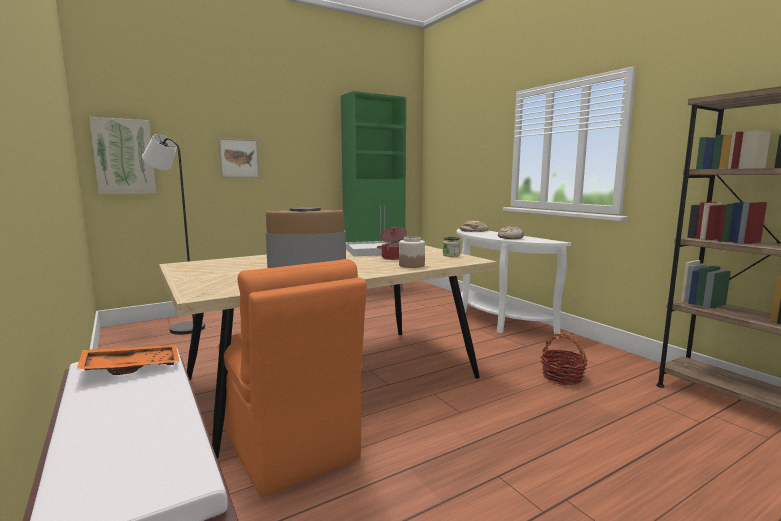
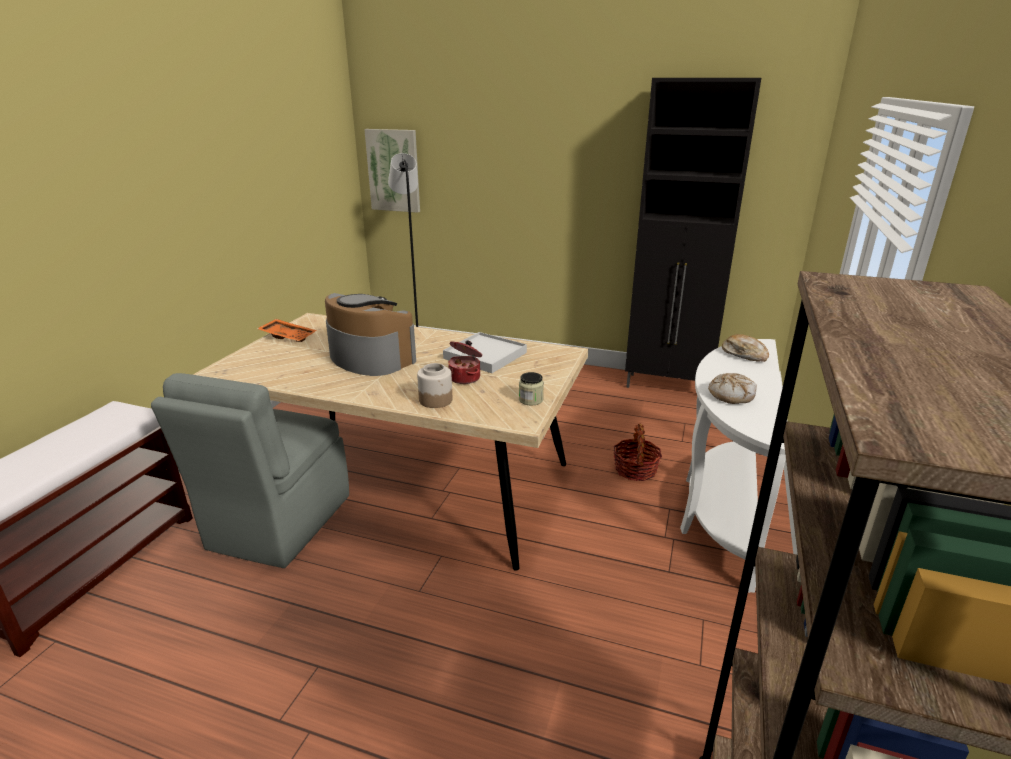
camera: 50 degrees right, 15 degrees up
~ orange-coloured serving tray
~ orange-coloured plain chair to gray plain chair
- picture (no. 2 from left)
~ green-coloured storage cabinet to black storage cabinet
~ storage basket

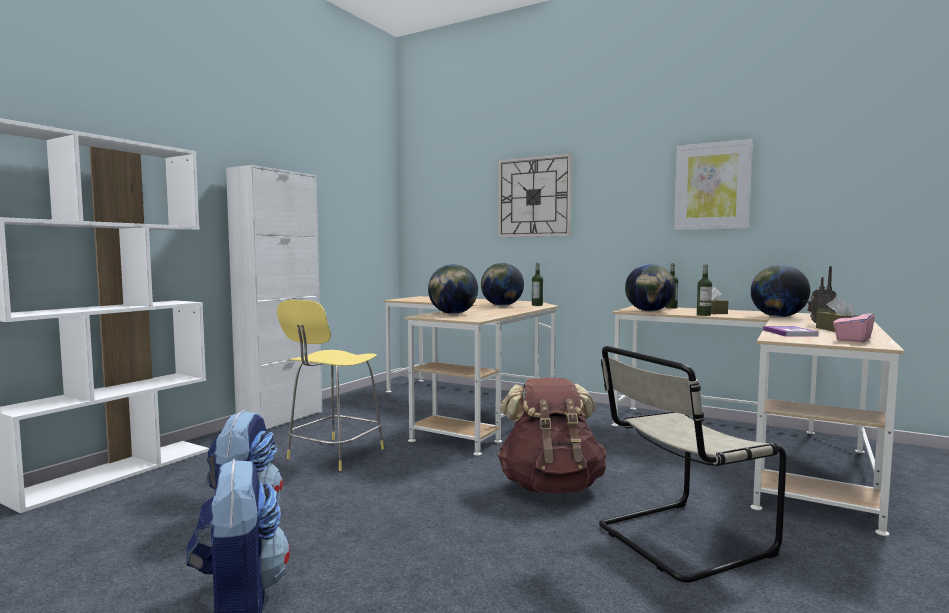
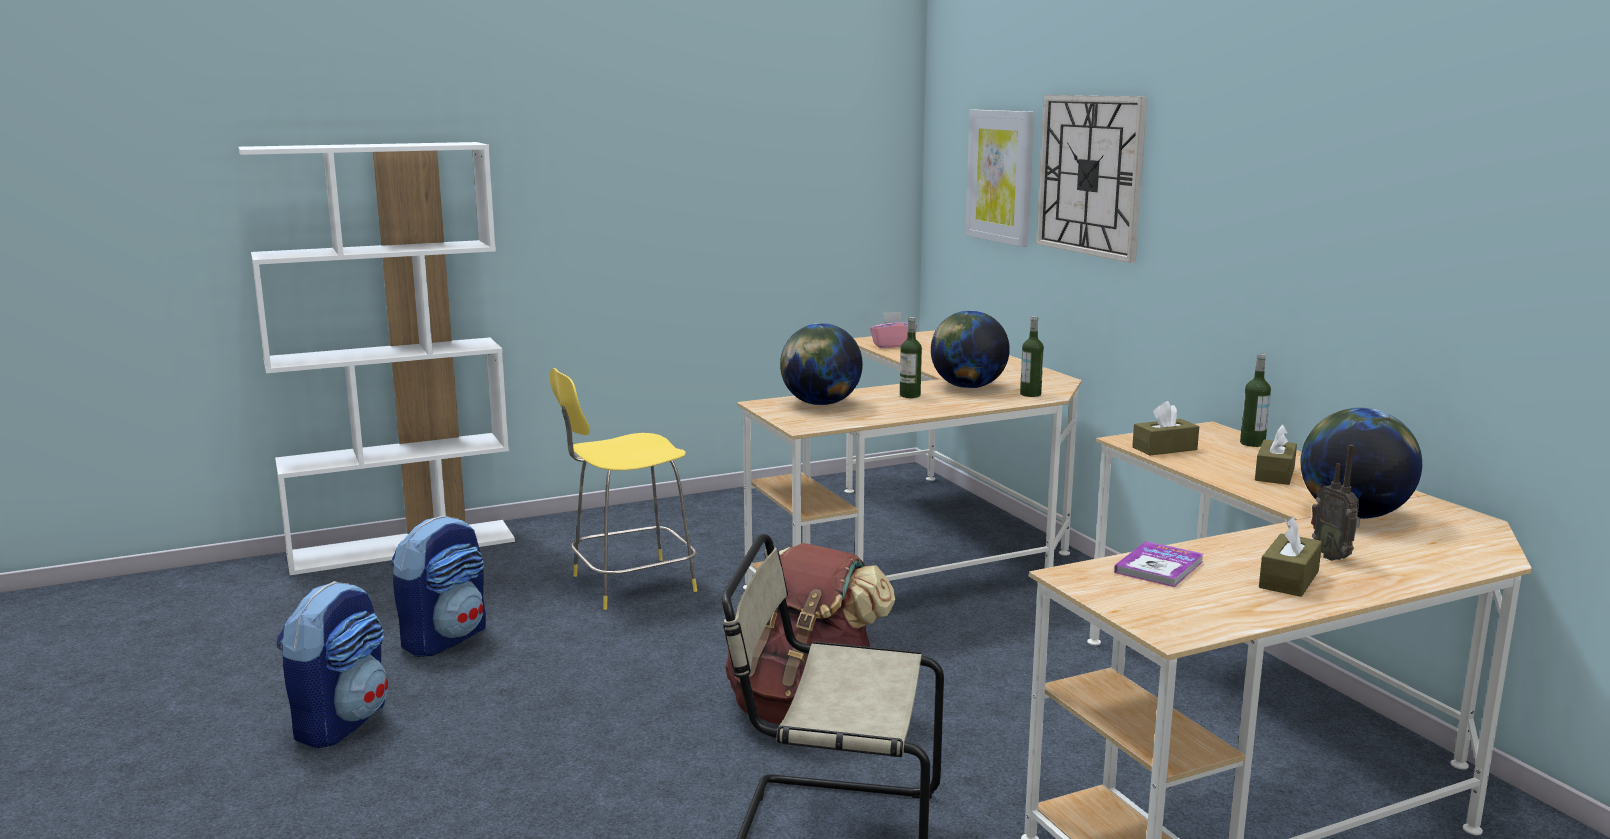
camera: 35 degrees right, 10 degrees up
- whitish storage cabinet
~ world globe (no. 3 from left) to brown box of tissues (no. 1 from left)
~ picture
~ beverage bottle (no. 3 from left in the first image) to beverage bottle (no. 1 from left)
~ pink-coloured box of tissues

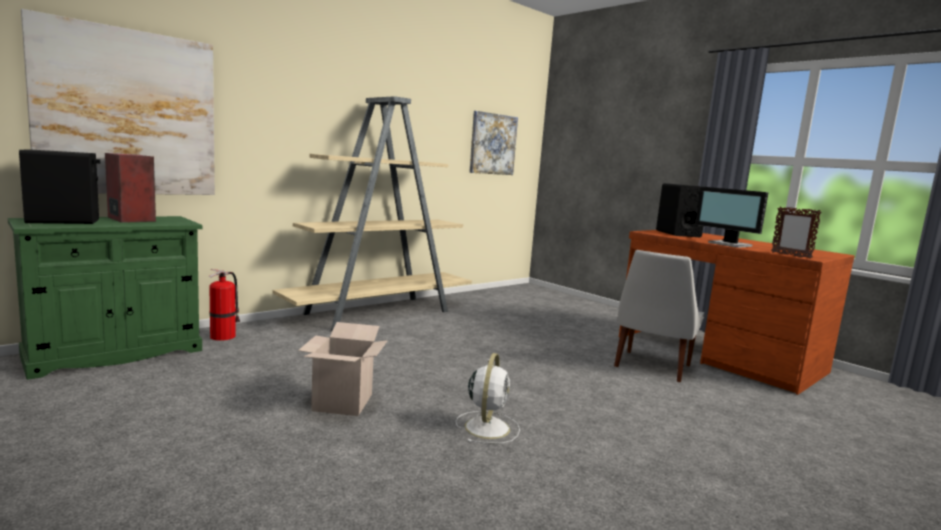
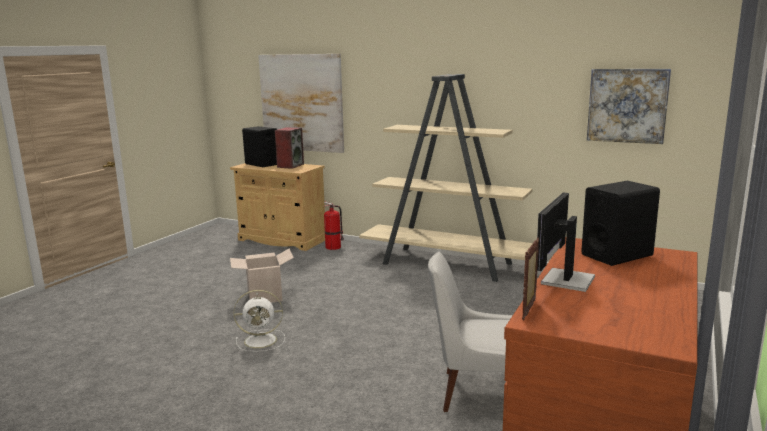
camera: 70 degrees right, 5 degrees up
~ green-coloured storage cabinet to beige storage cabinet

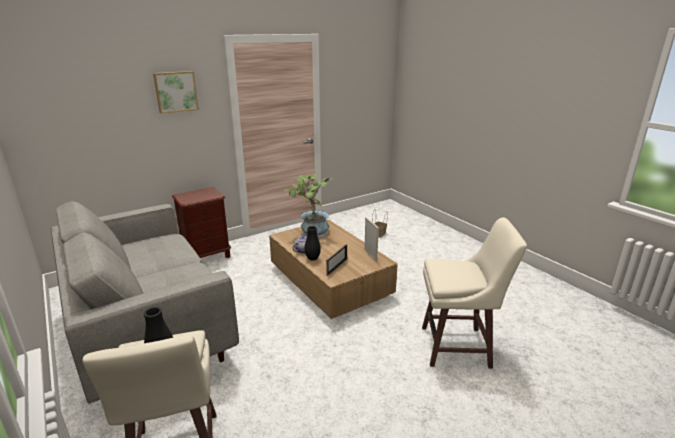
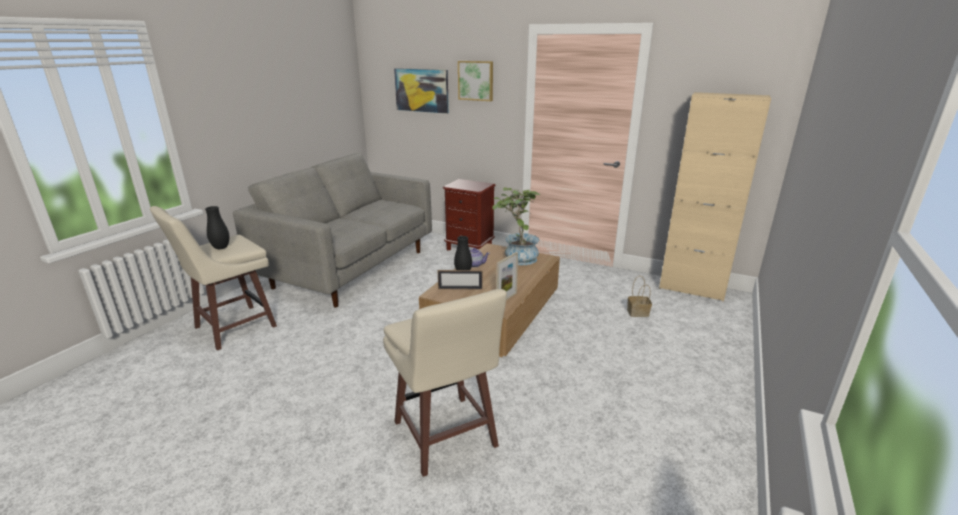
camera: 60 degrees right, 0 degrees up
+ picture (no. 1 from left)
+ beige storage cabinet

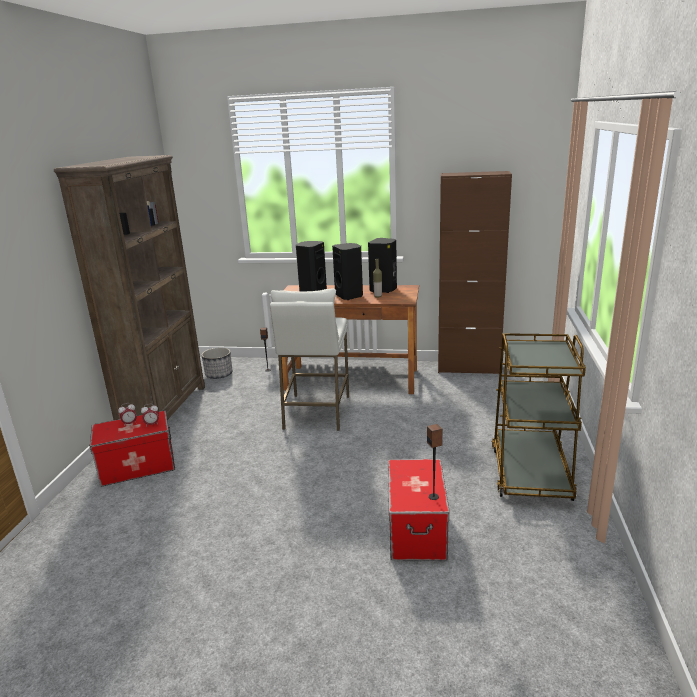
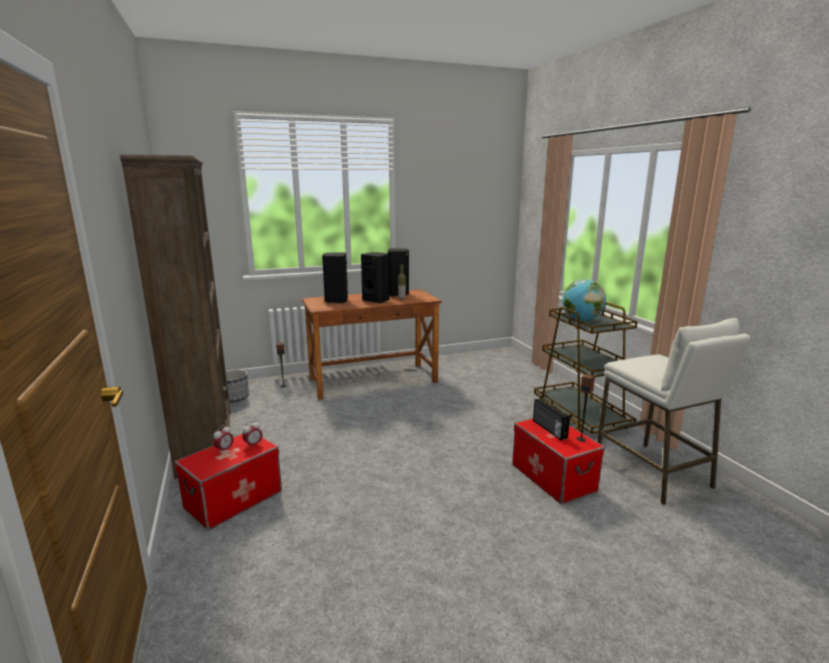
camera: 30 degrees left, 5 degrees down
~ whitish sitting stool
- brown storage cabinet
+ radio set
+ world globe

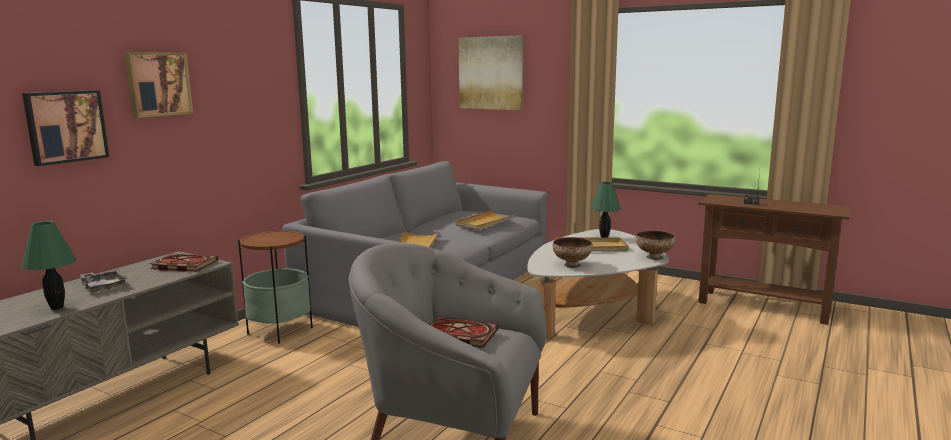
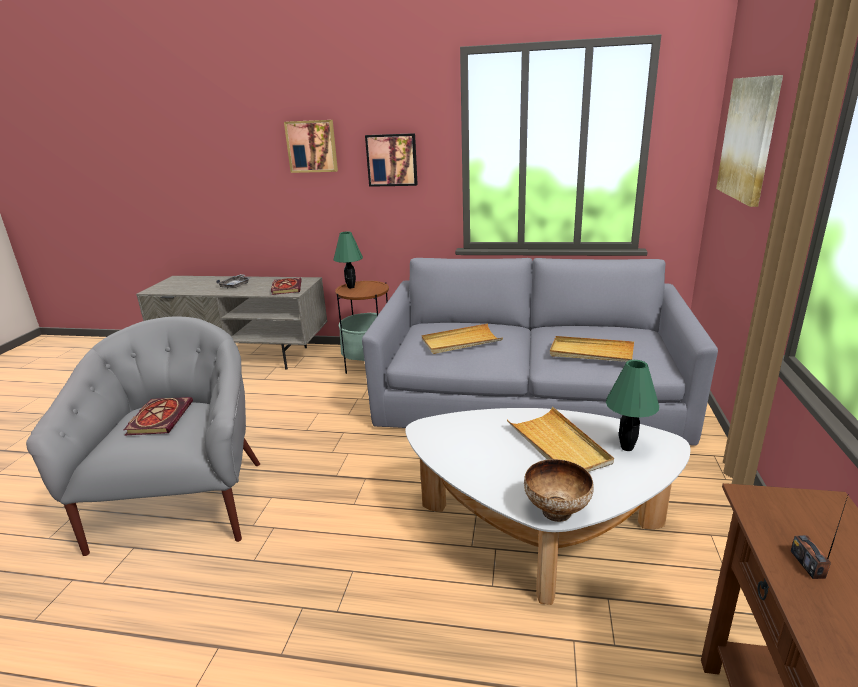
camera: 70 degrees right, 10 degrees up
~ green-coloured tabletop lamp (no. 1 from left)
~ picture (no. 1 from left in the first image) to picture (no. 2 from left)
- deep dish (no. 1 from left)

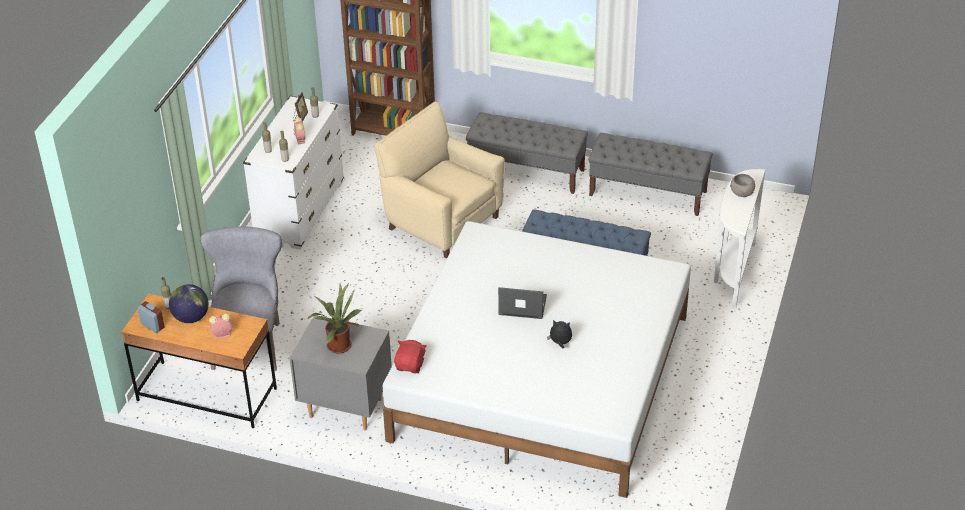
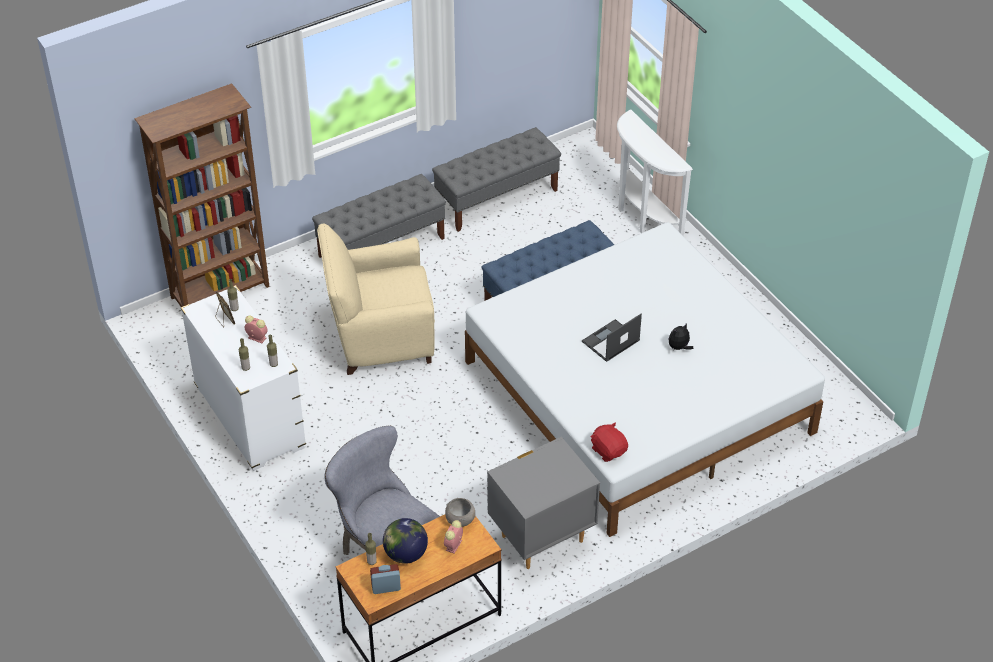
camera: 50 degrees left, 5 degrees up
- plant in a pot
~ gray deep dish

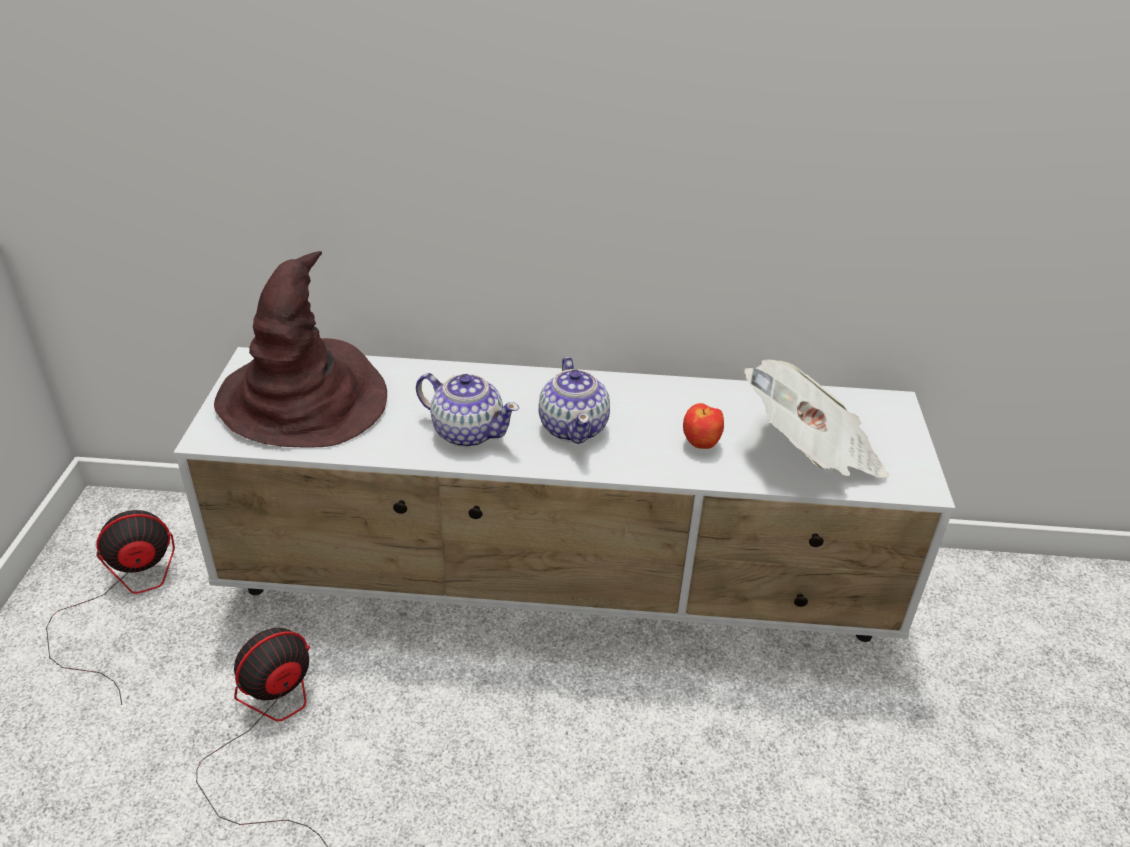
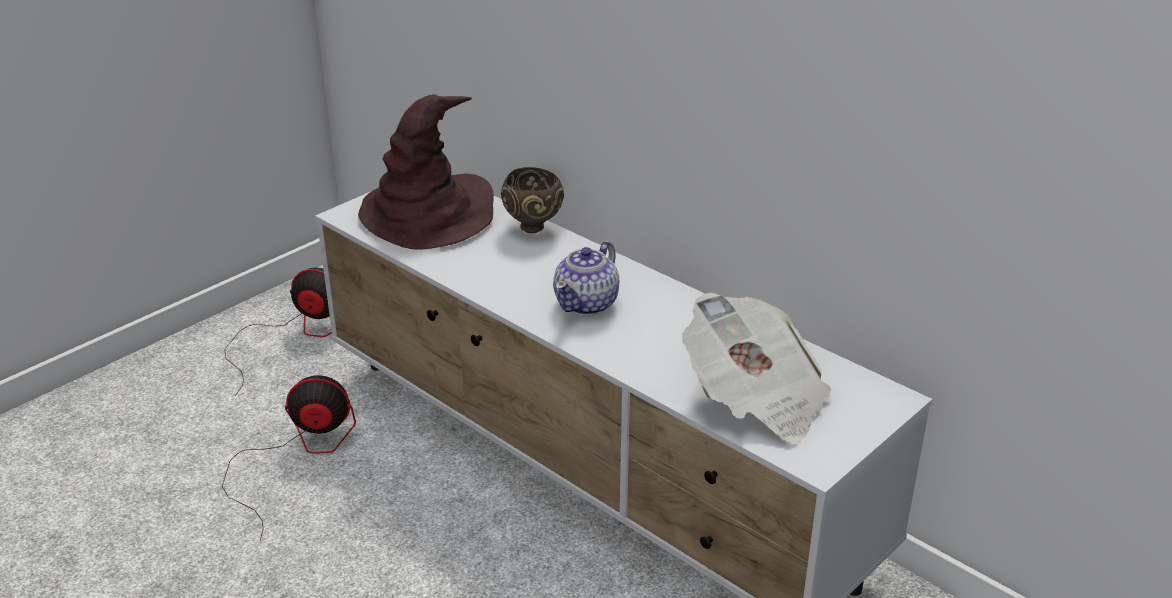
camera: 40 degrees right, 5 degrees down
- tea pot (no. 1 from left)
- whole apple
+ brown deep dish

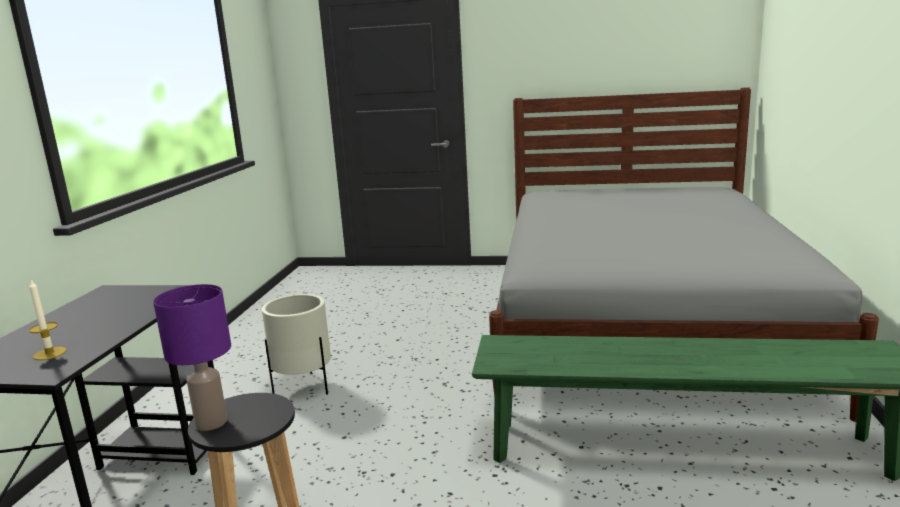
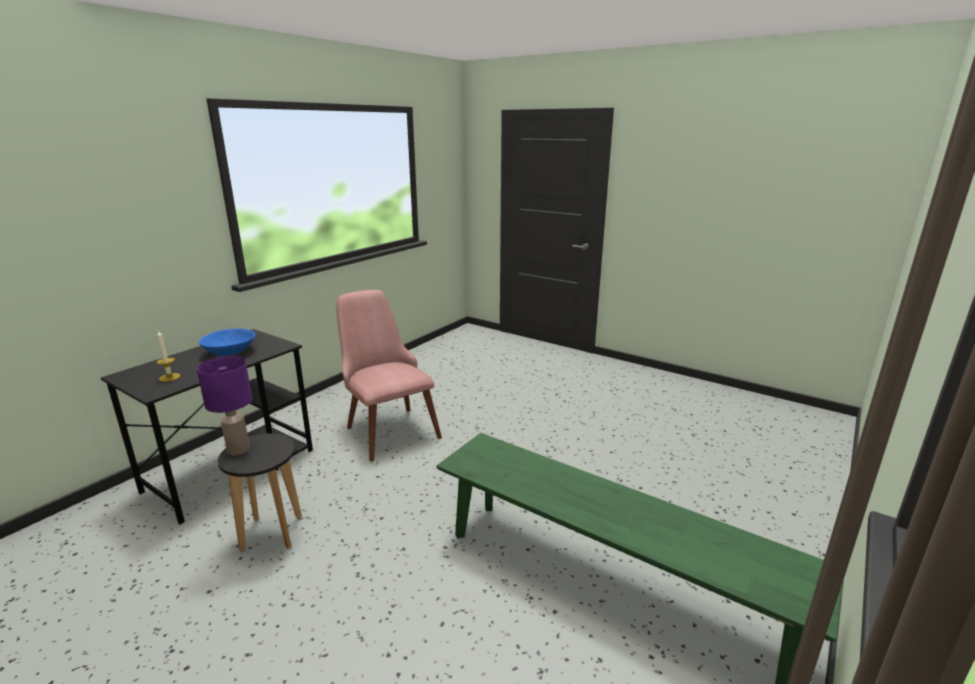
camera: 25 degrees right, 5 degrees up
~ beige plant pot to pink-coloured plain chair
- gray bed
+ bluish deep dish

